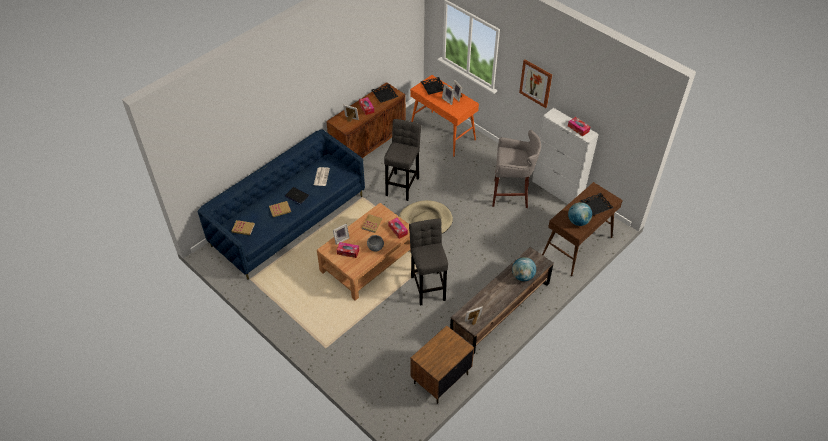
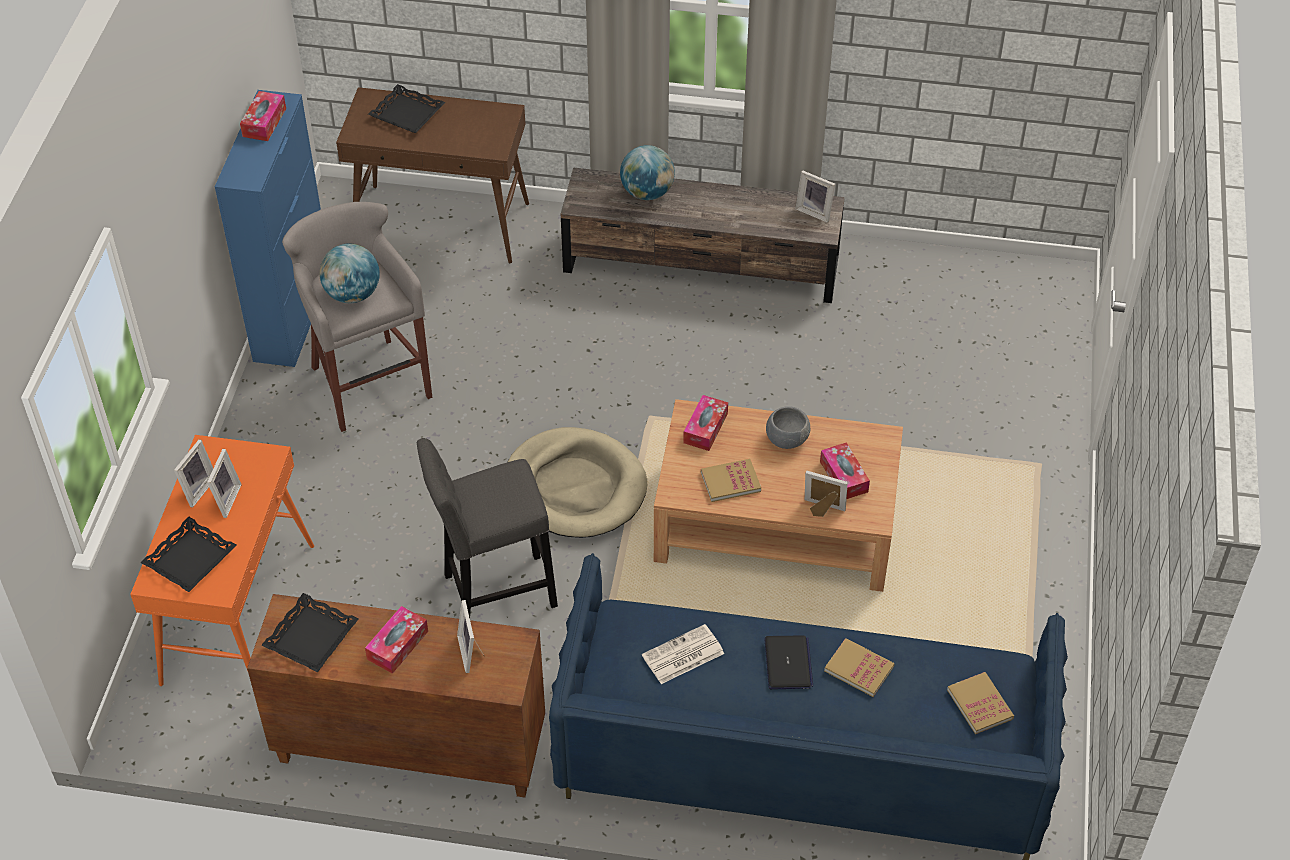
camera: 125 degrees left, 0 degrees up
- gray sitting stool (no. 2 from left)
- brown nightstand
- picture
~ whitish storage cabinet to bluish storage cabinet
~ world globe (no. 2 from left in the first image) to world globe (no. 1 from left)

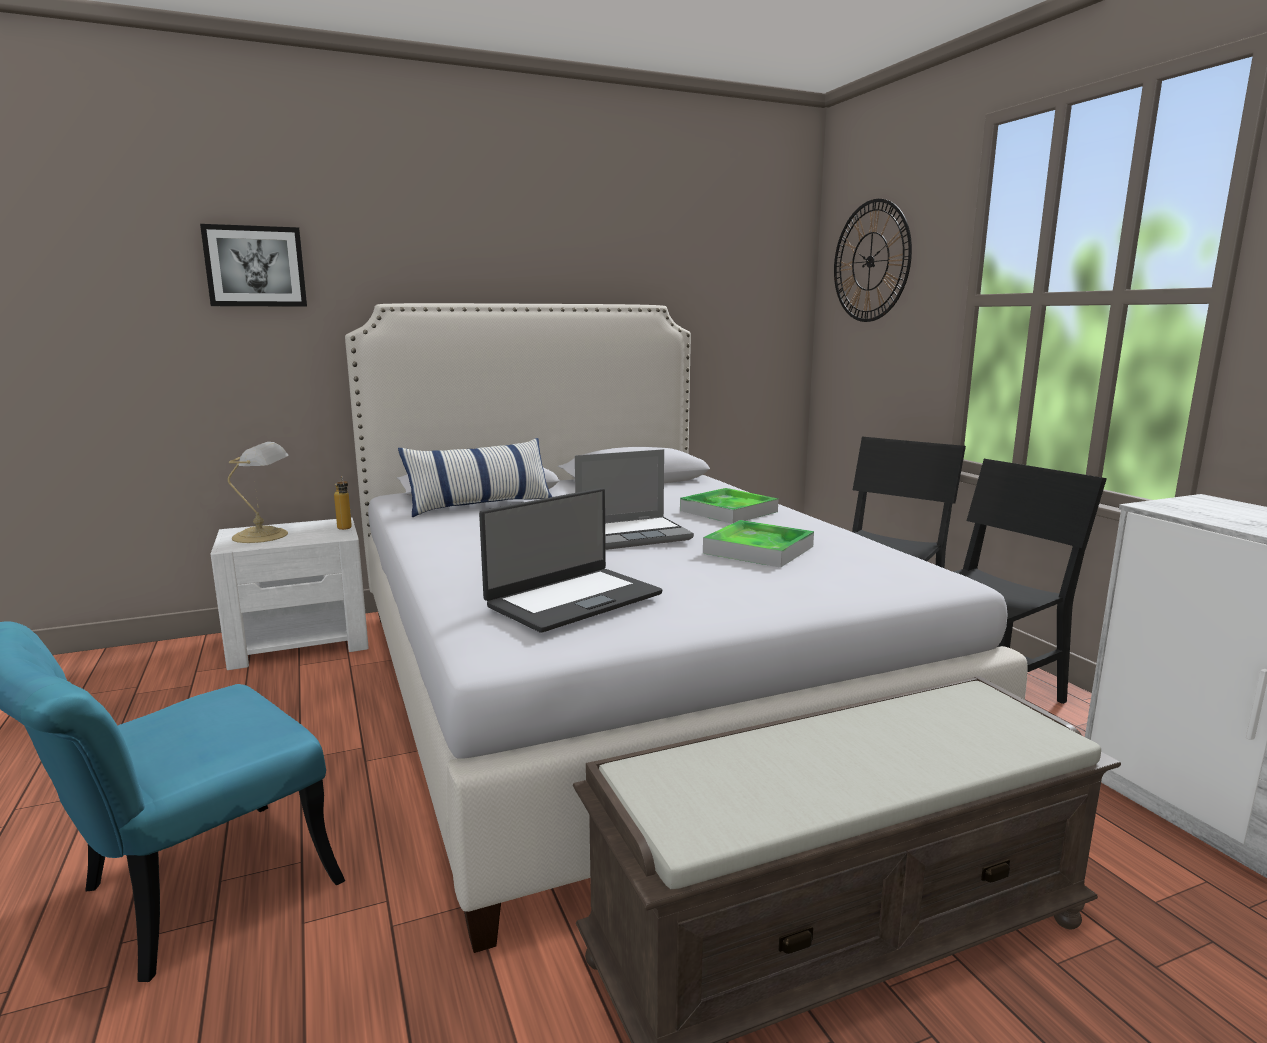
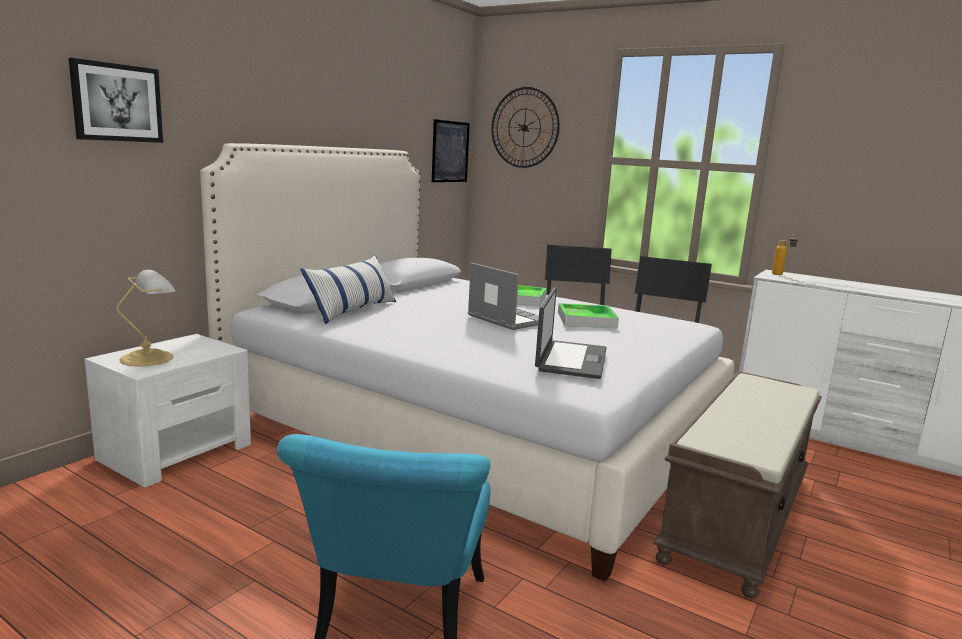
camera: 35 degrees left, 0 degrees up
~ beverage bottle
~ notebook computer (no. 2 from left in the first image) 75 degrees counterclockwise
+ picture (no. 2 from left)

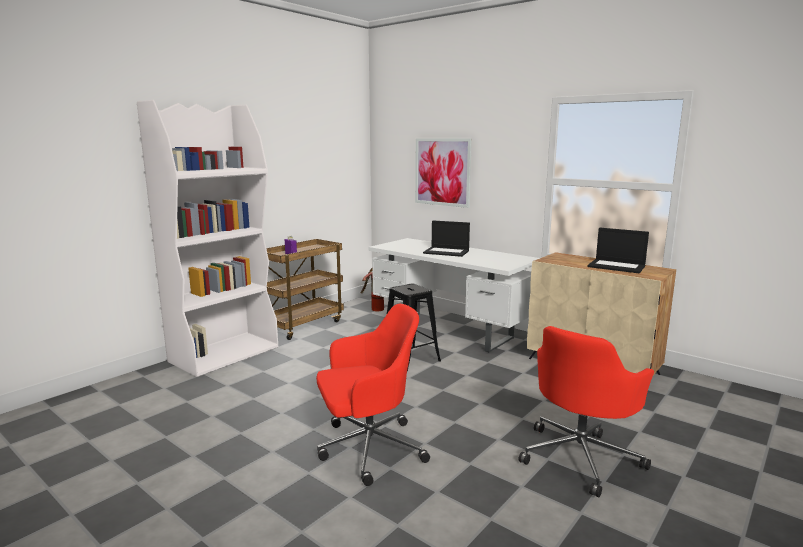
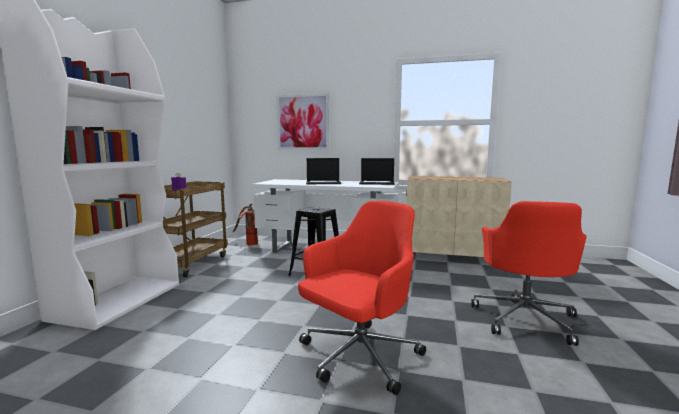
camera: 25 degrees left, 5 degrees down
~ notebook computer (no. 2 from left)

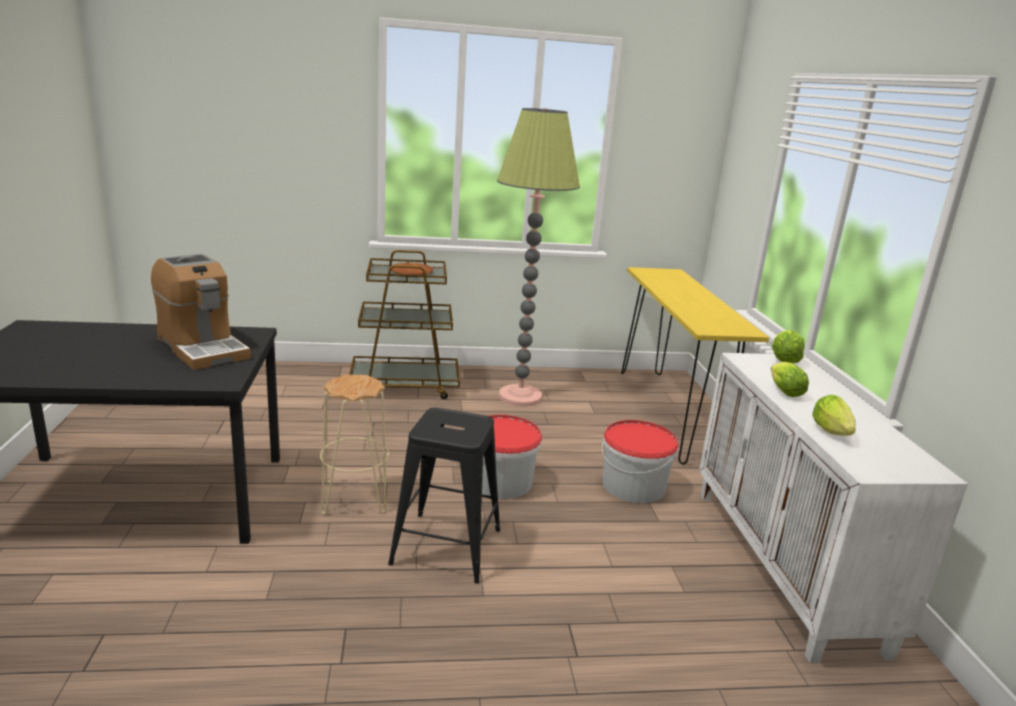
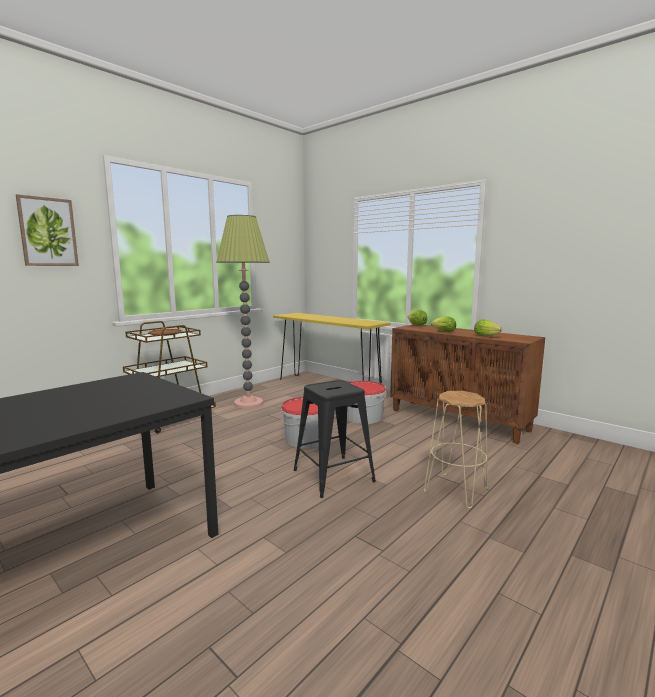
camera: 40 degrees left, 10 degrees down
- coffee brewer
~ beige sitting stool
~ whitish storage cabinet to brown storage cabinet
+ picture

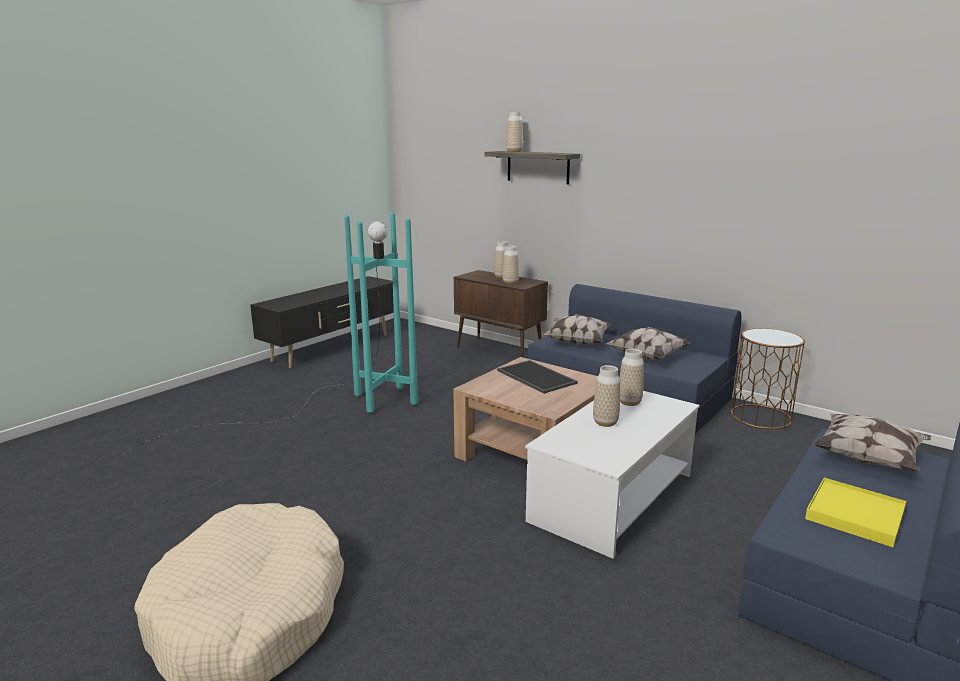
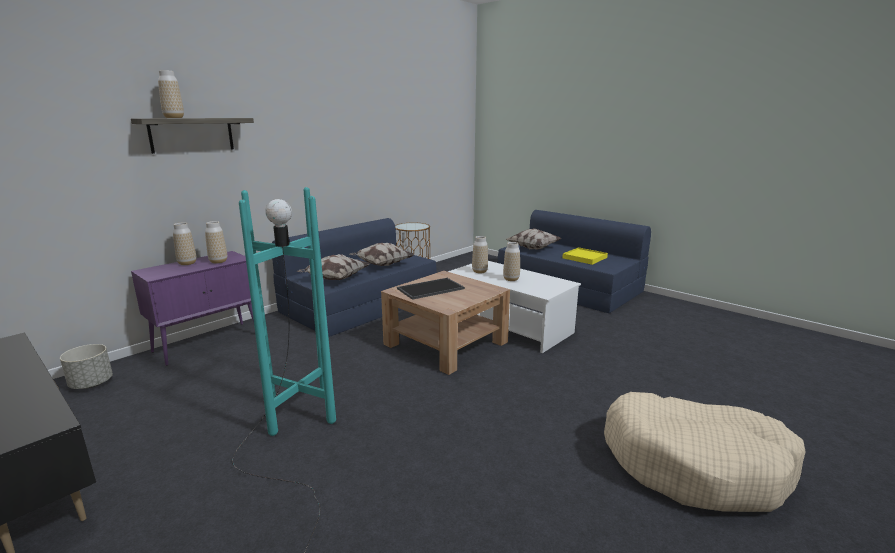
camera: 85 degrees left, 0 degrees up
~ brown storage cabinet to purple-coloured storage cabinet
+ gray plant pot

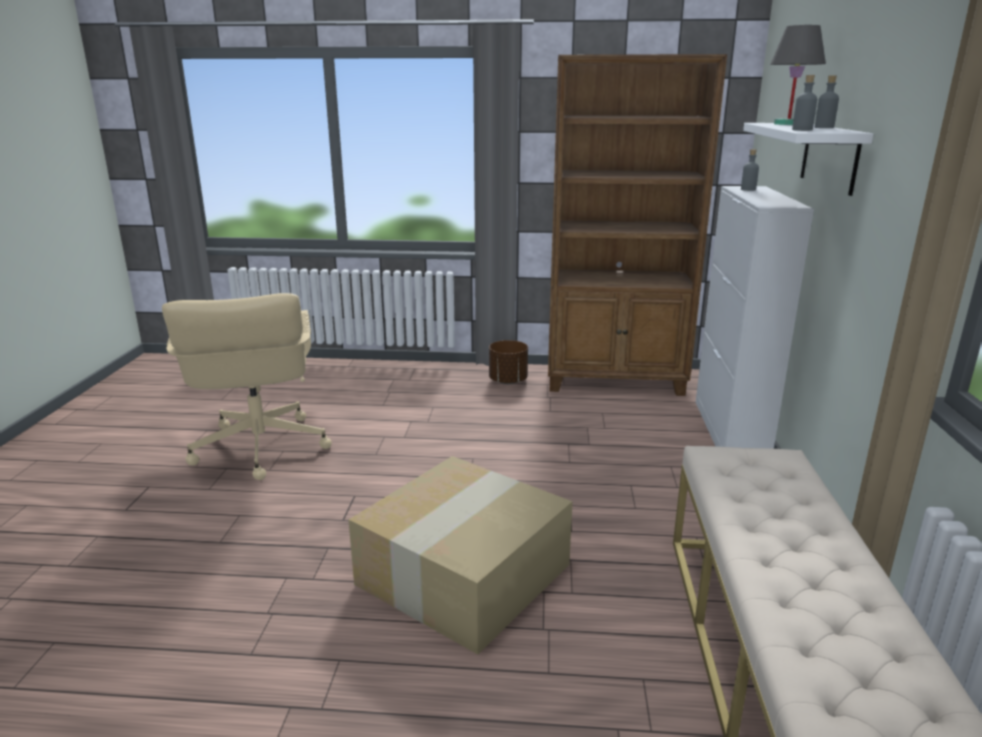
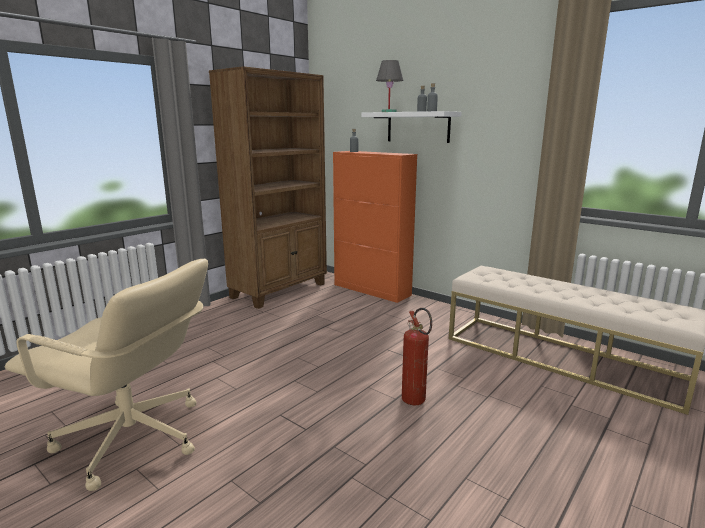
camera: 55 degrees left, 5 degrees down
~ cardboard box to fire extinguisher
- brown plant pot
~ whitish storage cabinet to orange-coloured storage cabinet

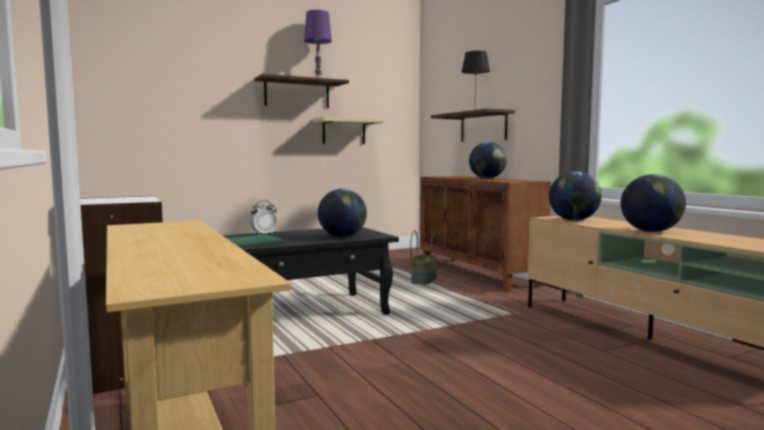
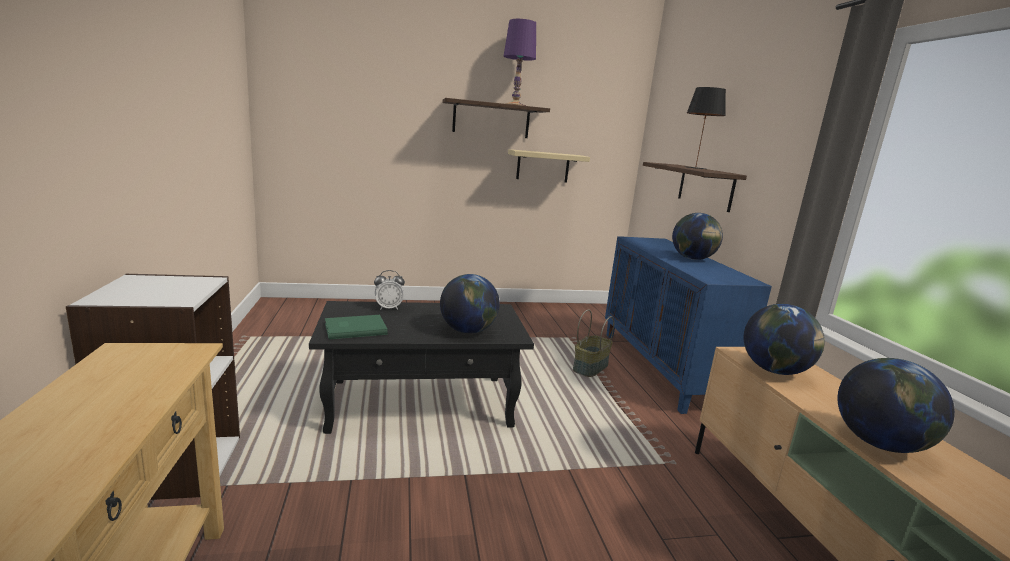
camera: 15 degrees right, 10 degrees up
~ brown storage cabinet to bluish storage cabinet

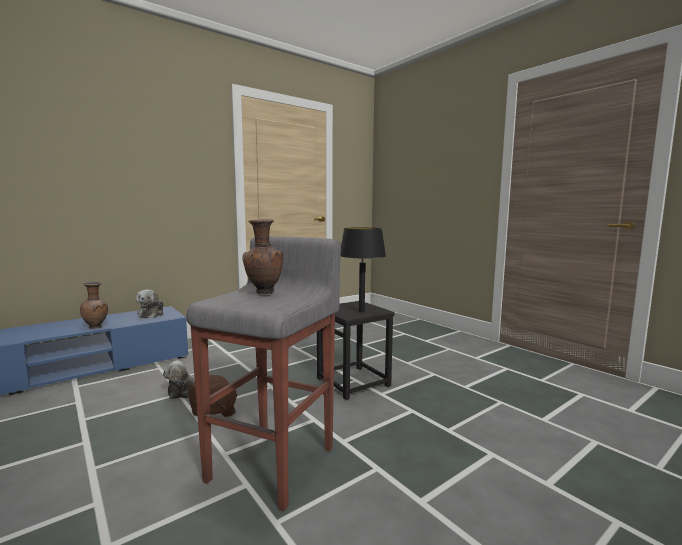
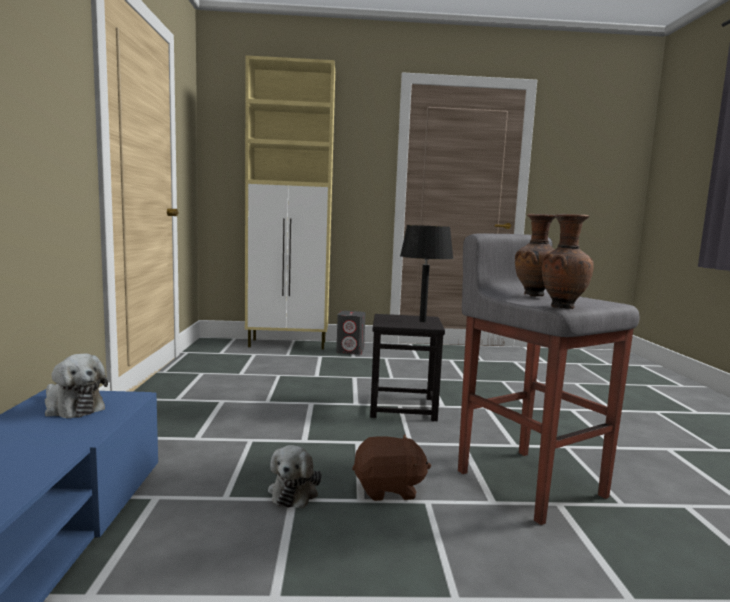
camera: 55 degrees left, 0 degrees up
~ brown flower vase (no. 1 from left in the first image) to brown flower vase (no. 2 from left)
+ beige storage cabinet
+ gray audio speaker

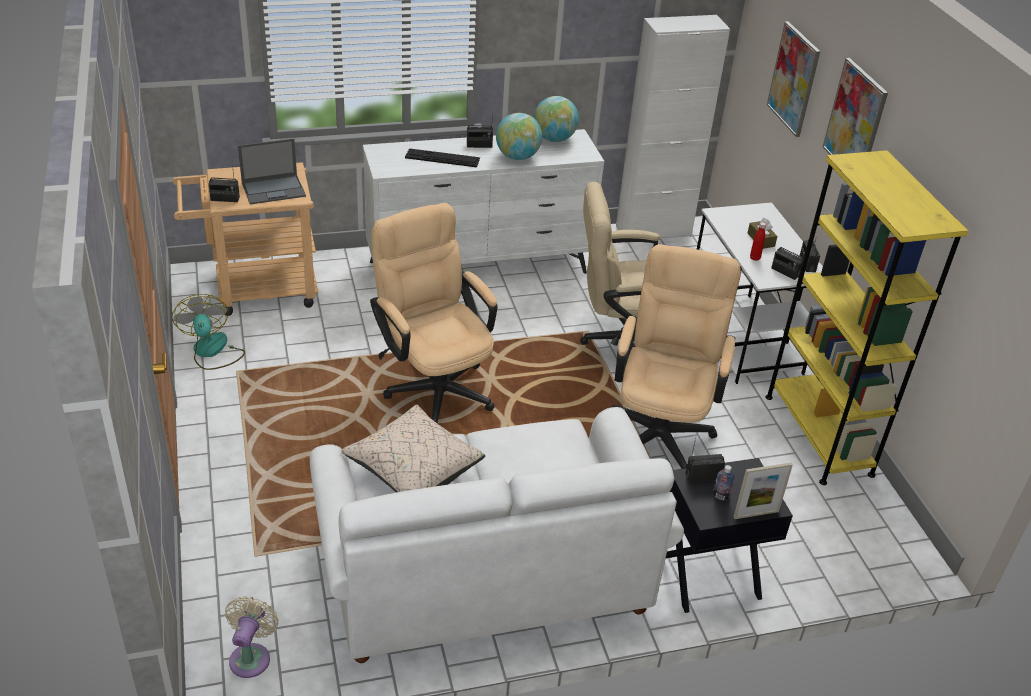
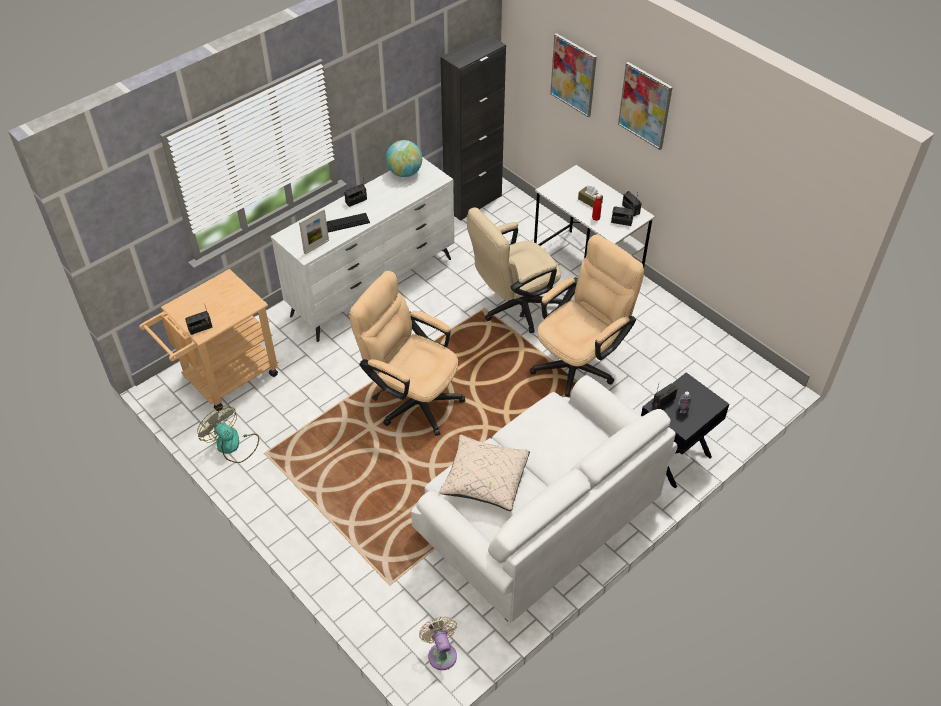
camera: 25 degrees left, 10 degrees up
- notebook computer
- world globe (no. 1 from left)
~ beige office chair (no. 3 from left) 60 degrees clockwise
~ whitish storage cabinet to black storage cabinet
~ photo frame
- yellow-coloured bookshelf

